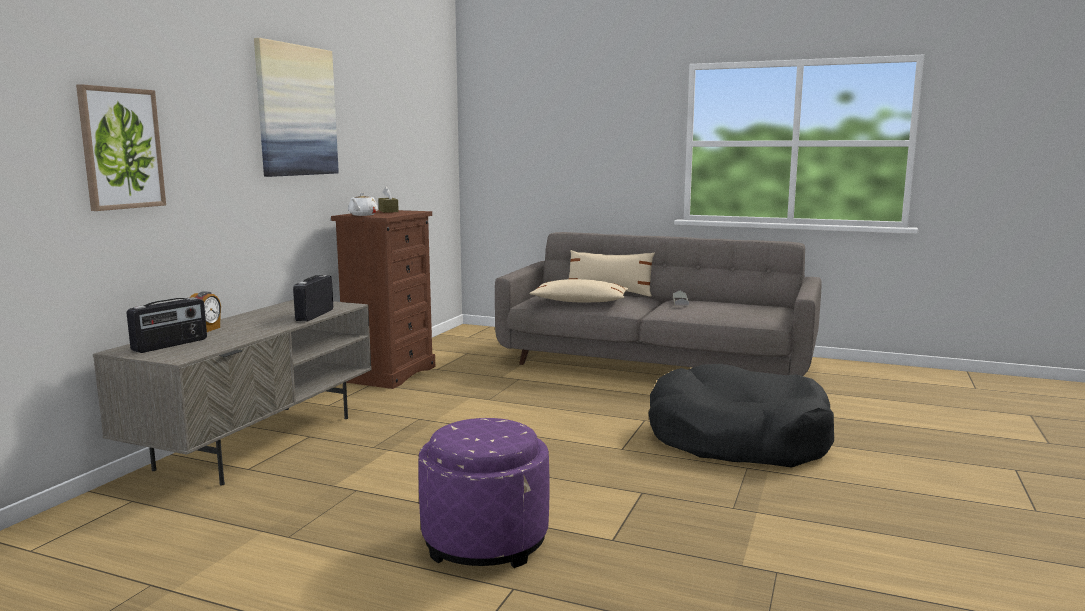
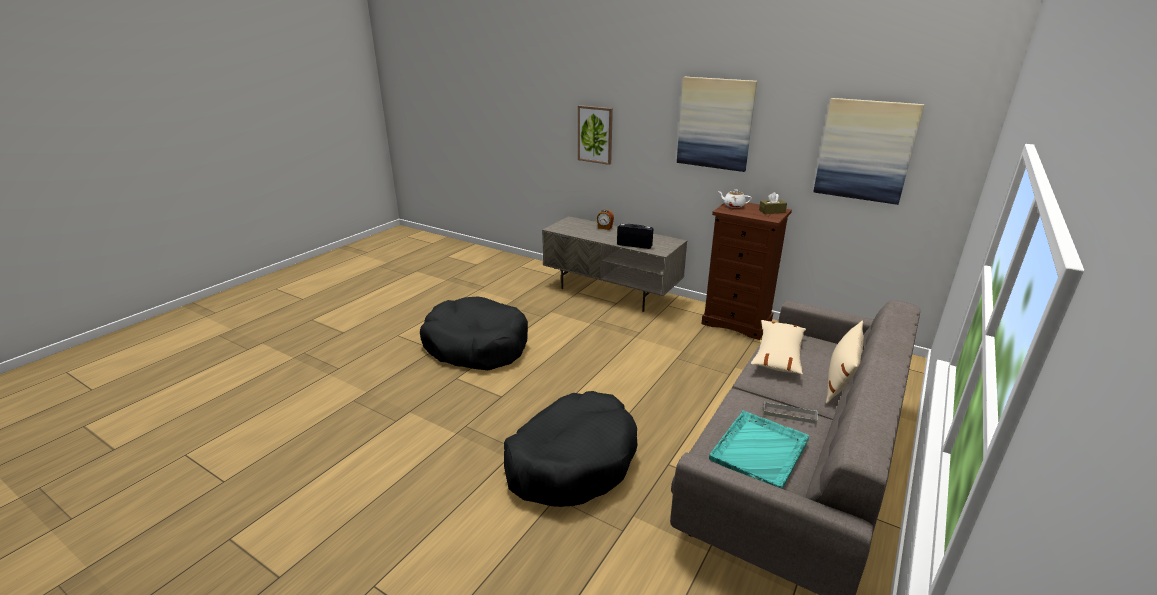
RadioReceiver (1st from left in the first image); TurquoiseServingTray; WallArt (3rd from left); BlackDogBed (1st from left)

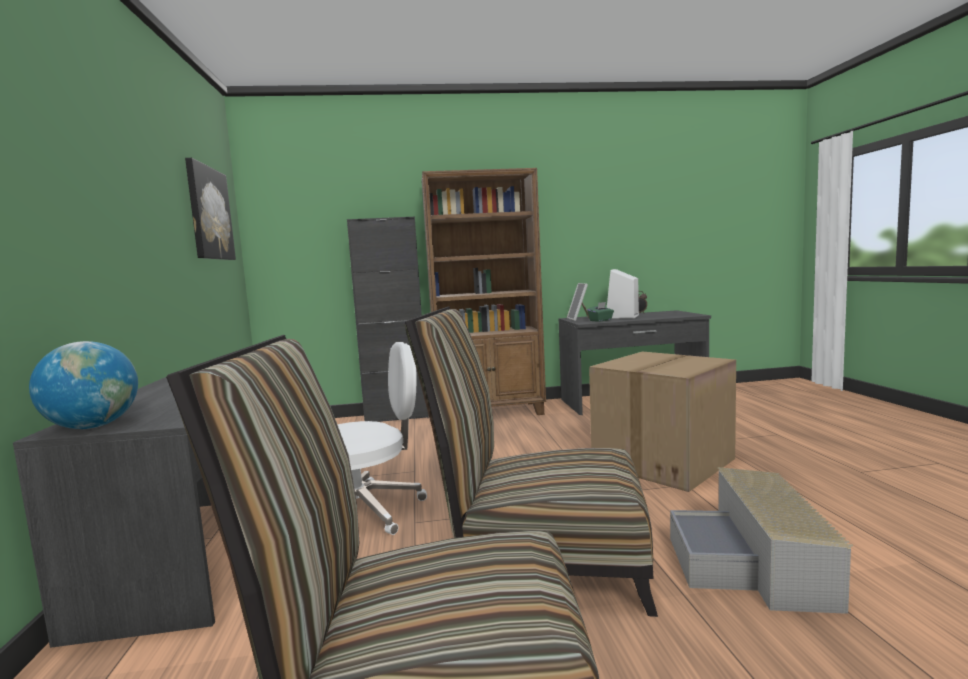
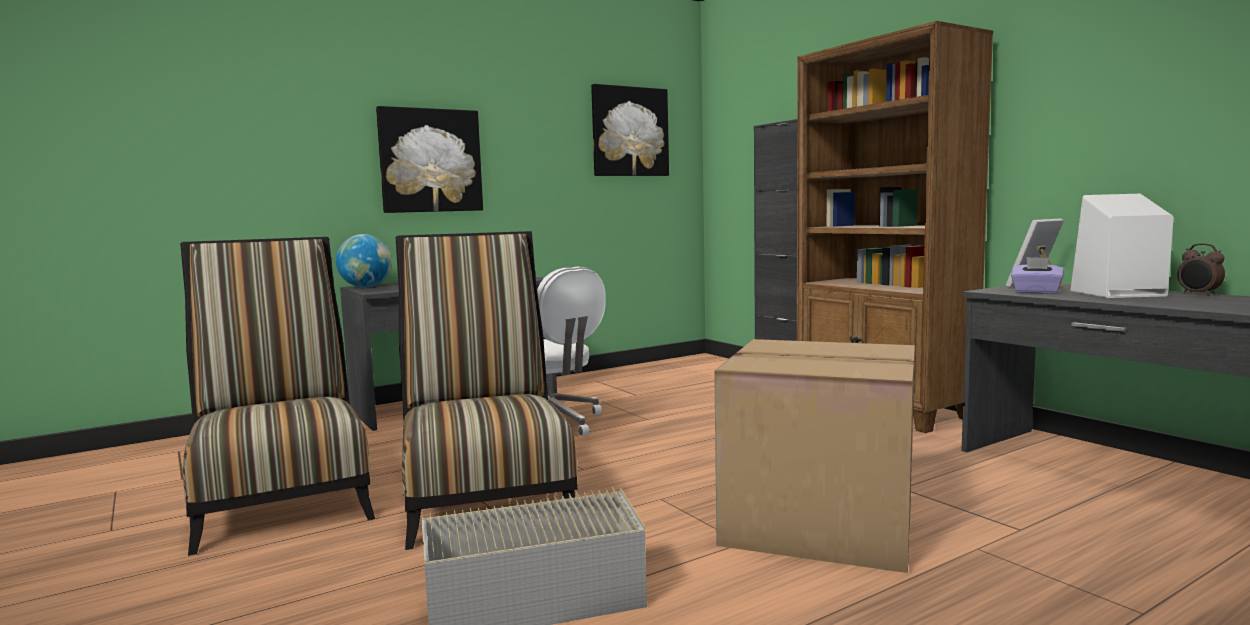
WallArt (1st from left); PurpleColouredTissueHolder

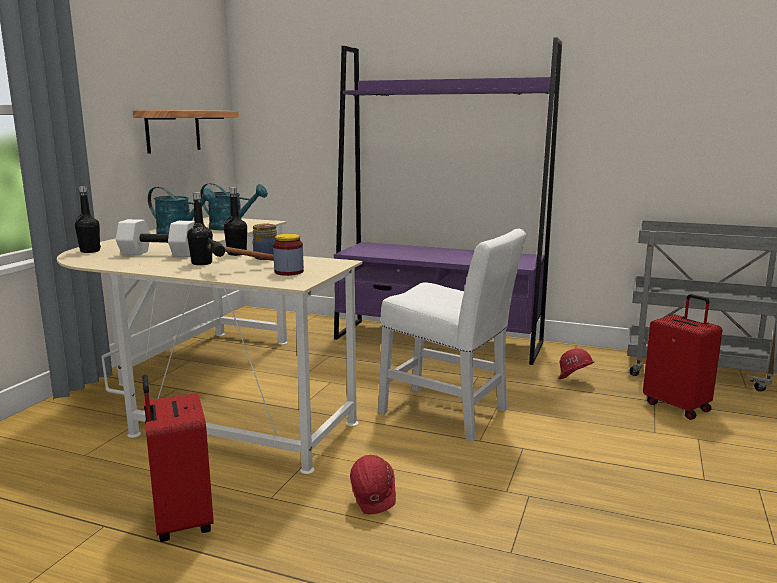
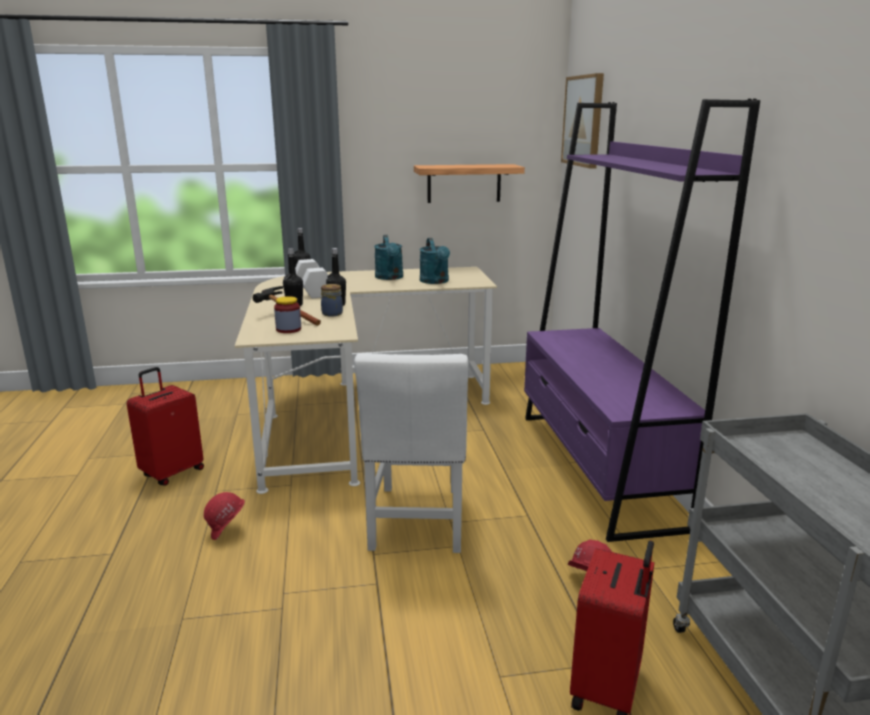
WallArt

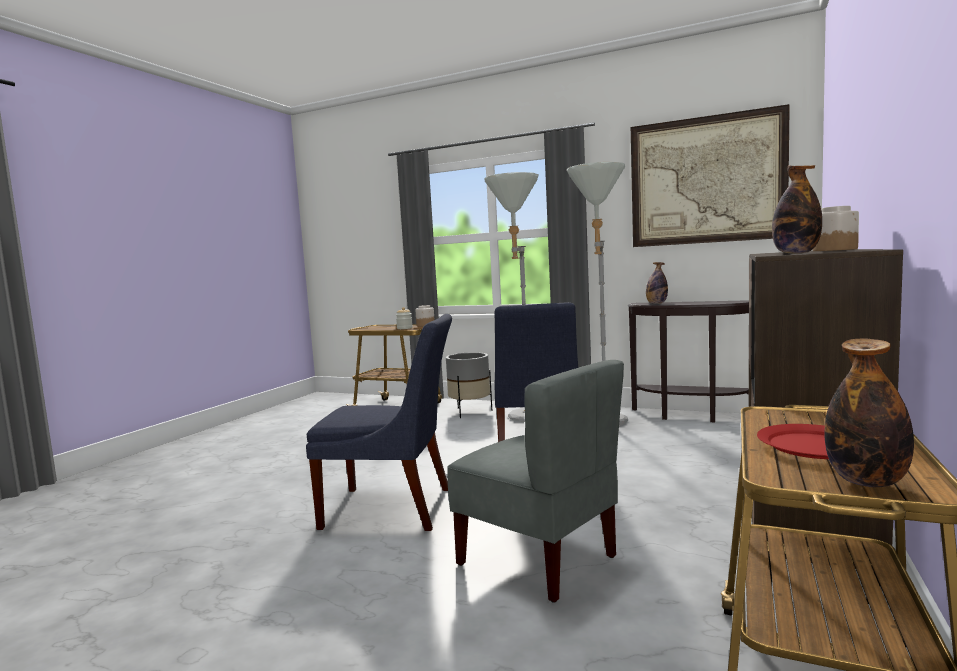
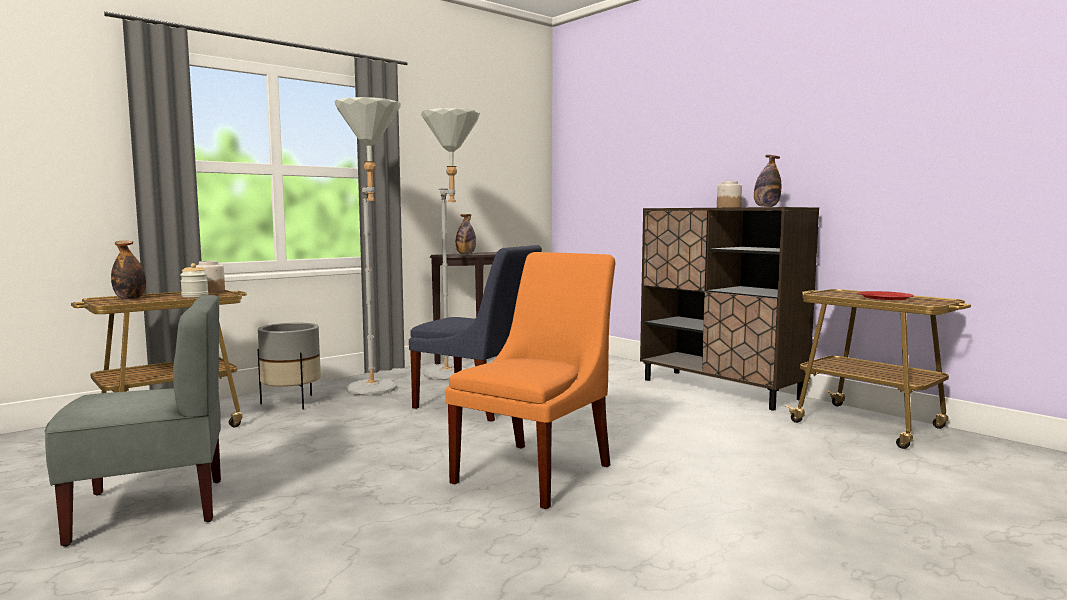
WallArt; GreyishChair; Bottle (1st from left); OrangeChair

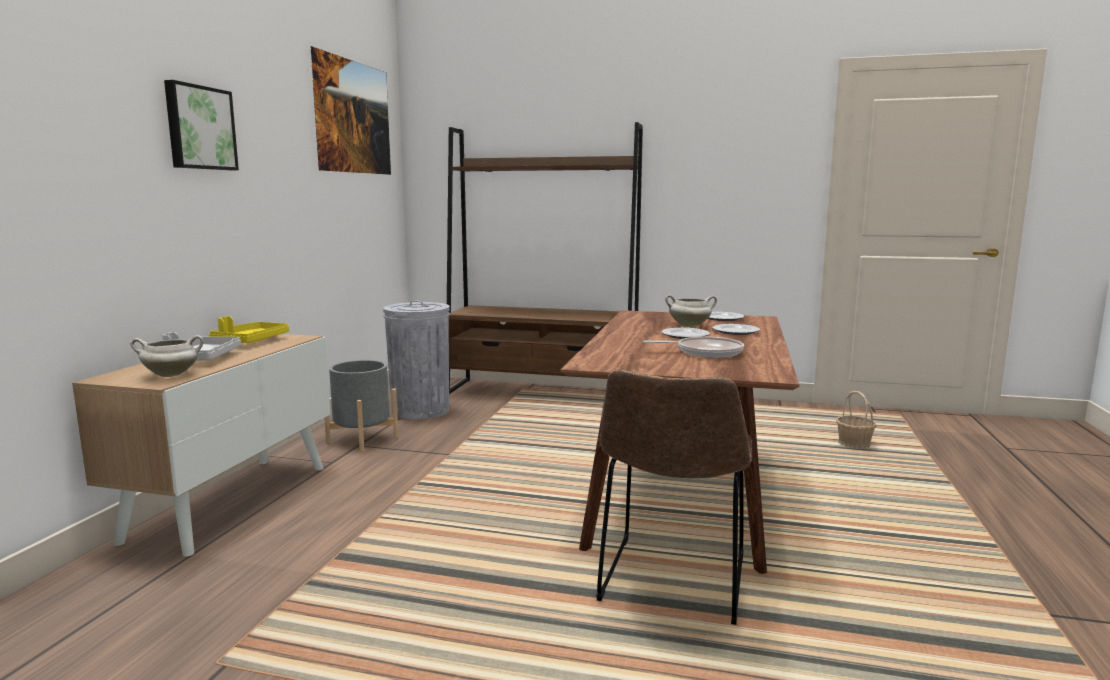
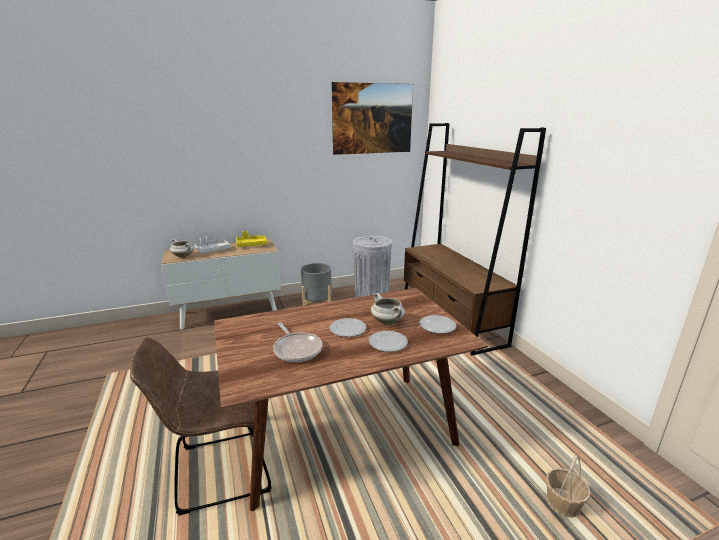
WallArt (1st from left in the first image)

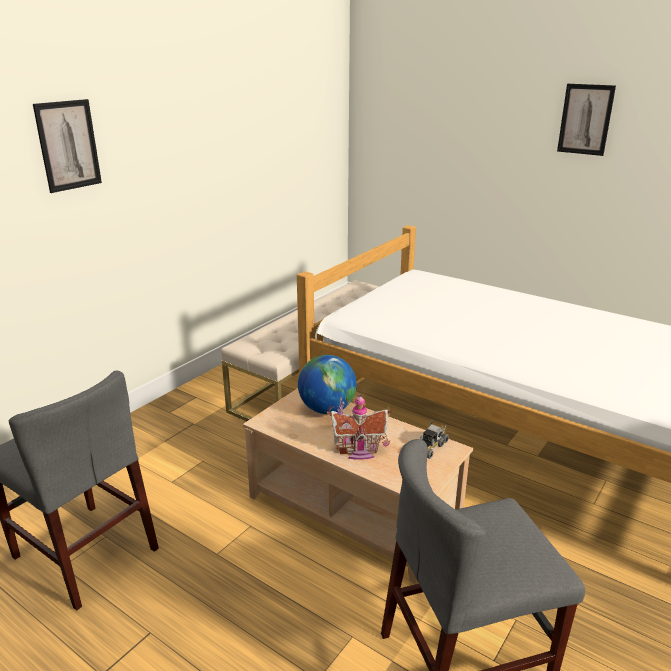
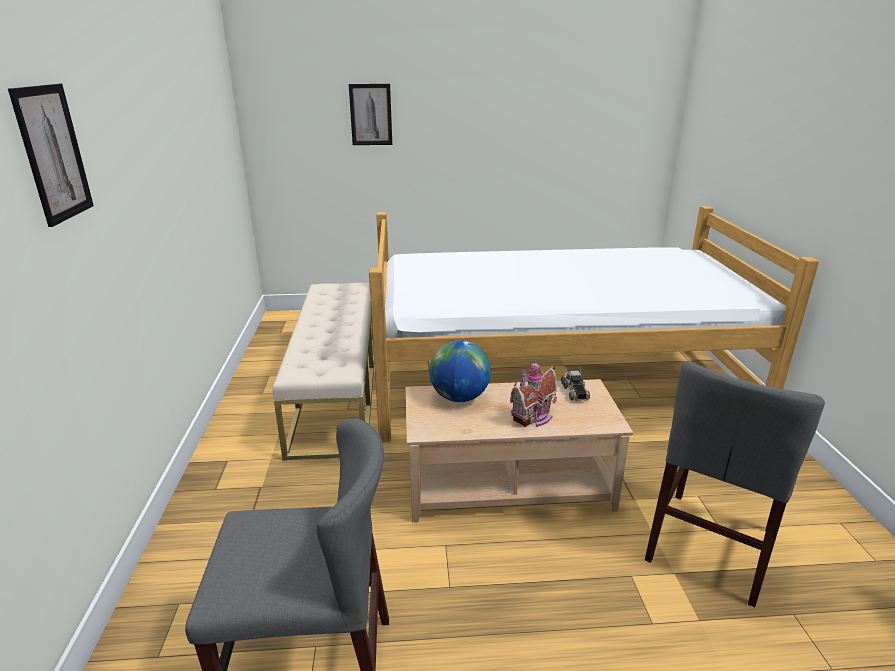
WallArt (2nd from left)

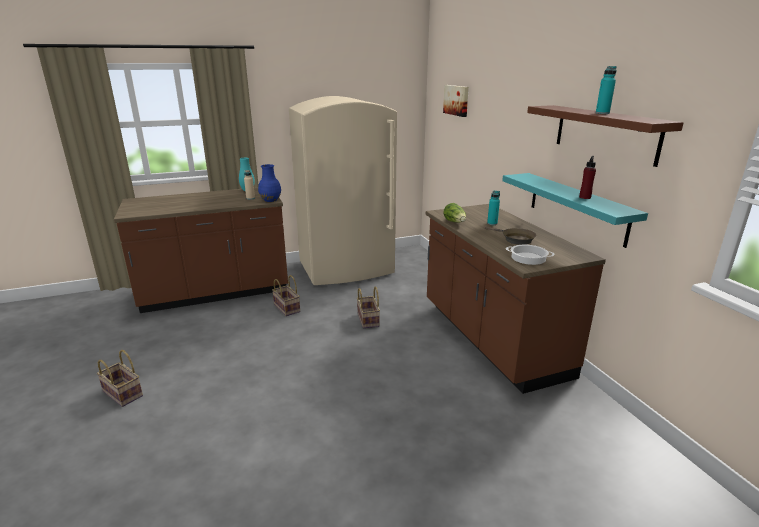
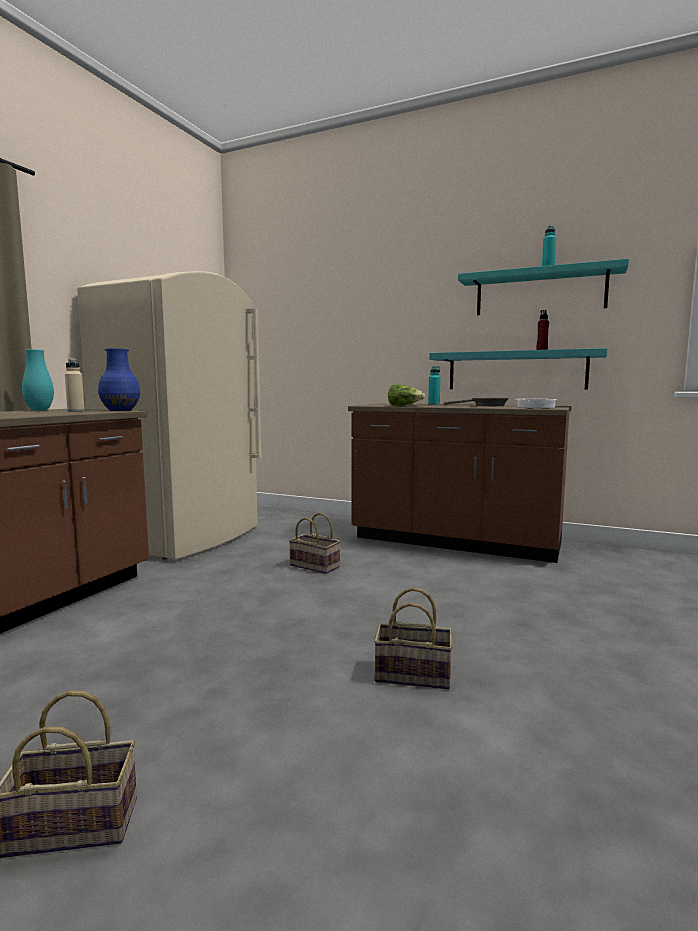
WallArt; HouseholdBasket (3rd from left); TurquoiseBracketShelf (2nd from left)

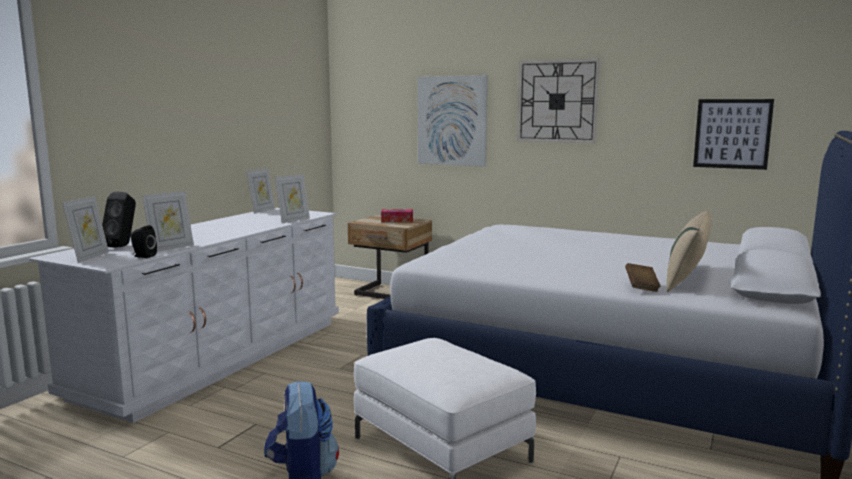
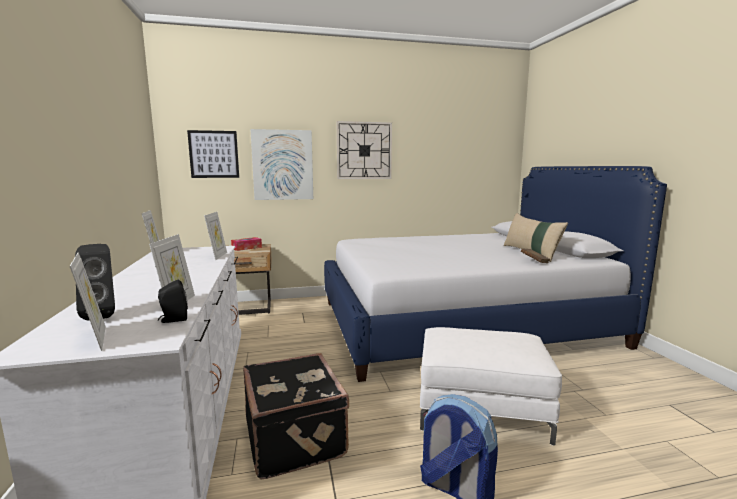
BlackTravelCase; WallArt (1st from left)

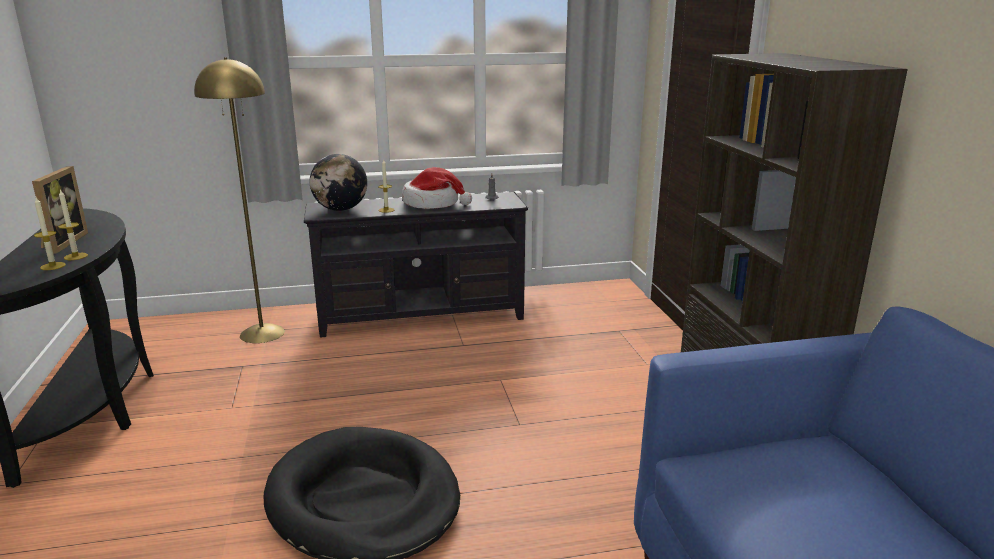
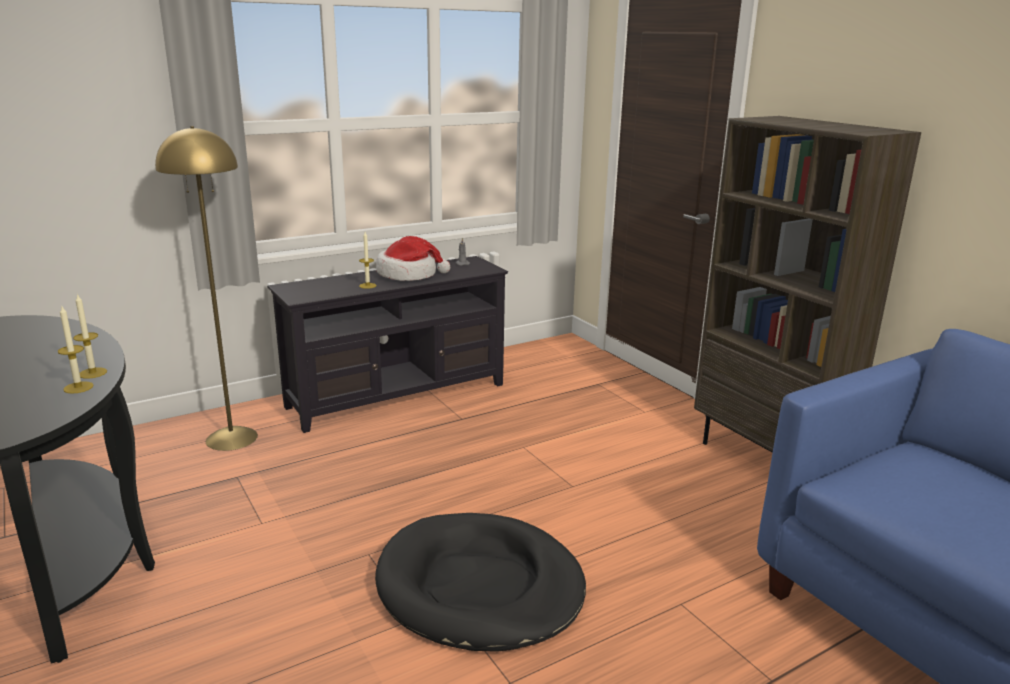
PictureFrame; WorldGlobe

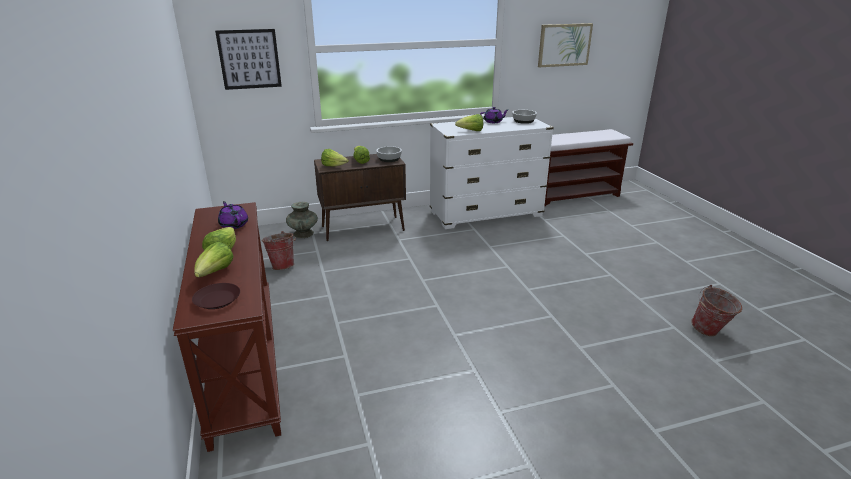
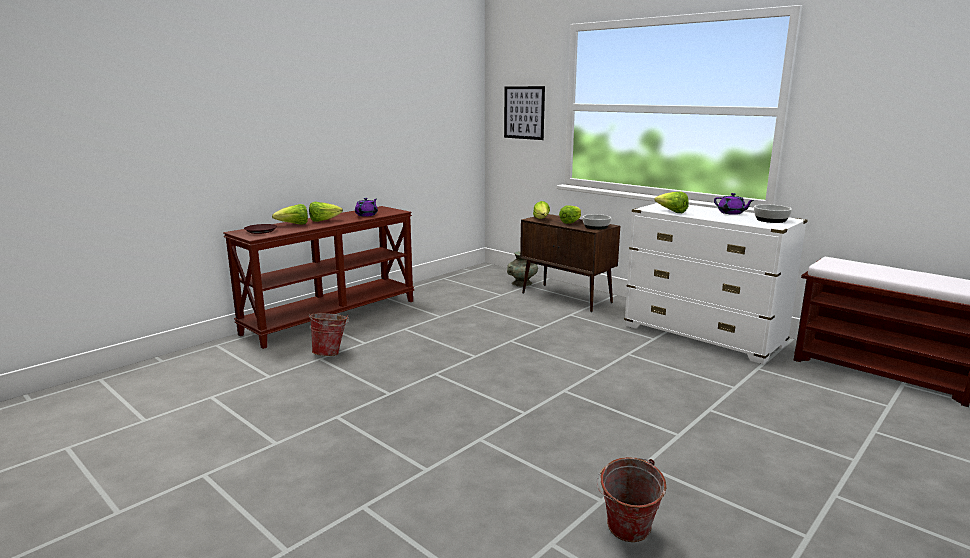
WallArt (2nd from left in the first image); Bucket (1st from left)

